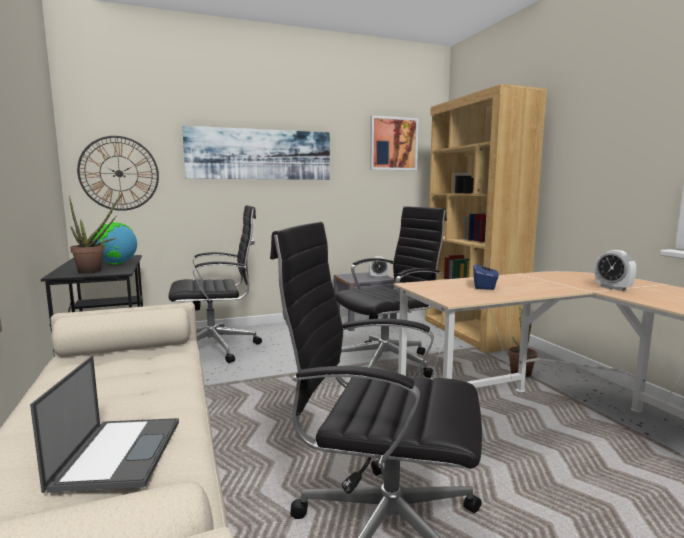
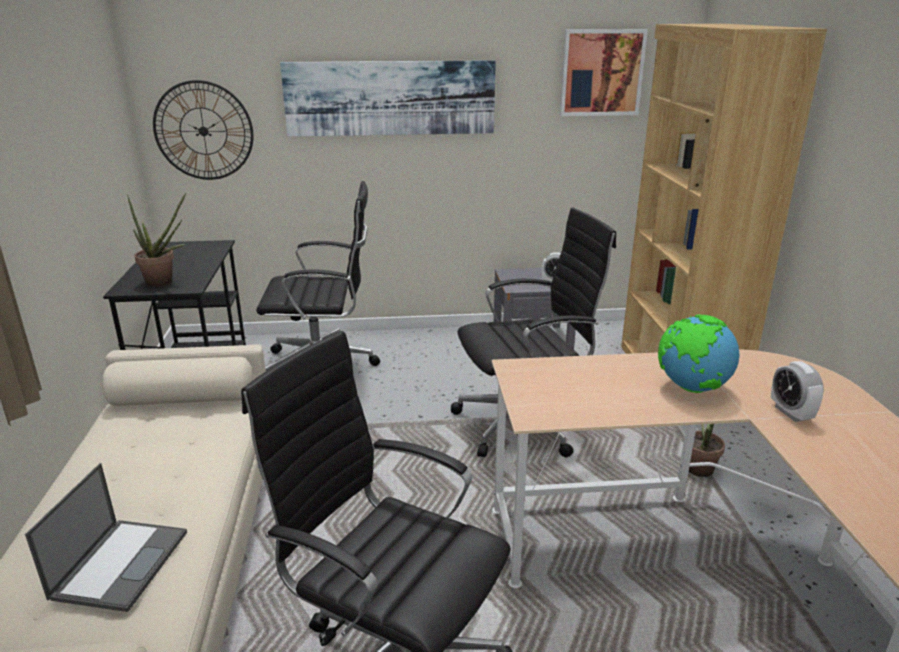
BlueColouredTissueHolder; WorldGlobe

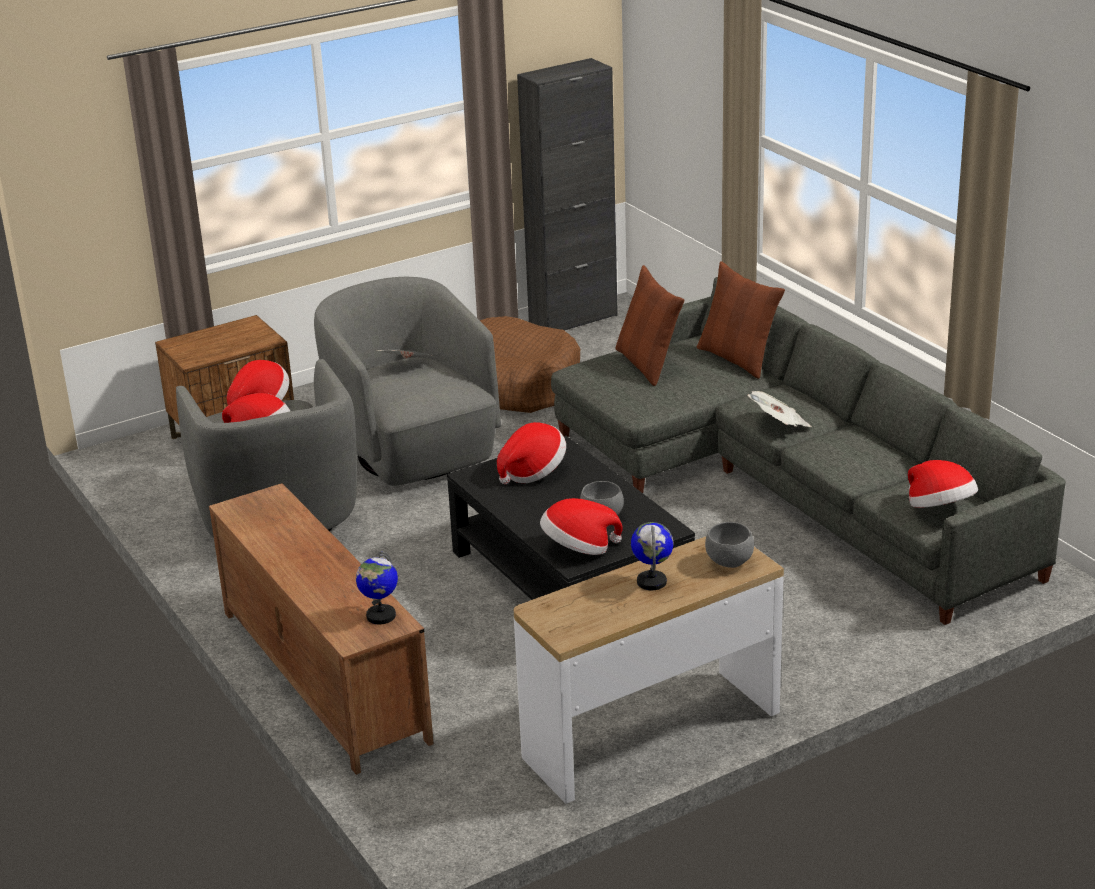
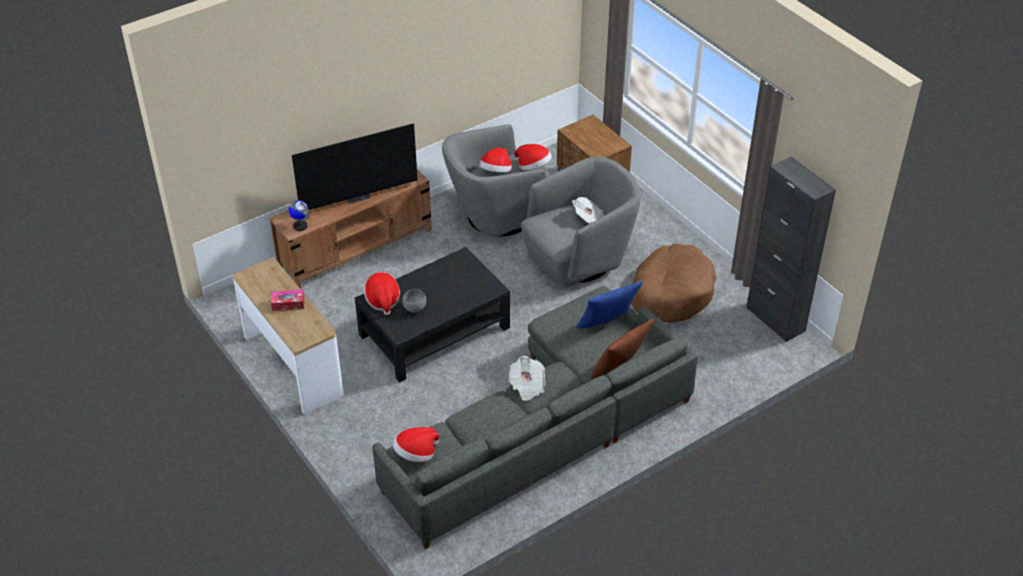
WearableHat (3rd from left in the first image); GreyishServingBowl (2nd from left in the first image); Tv; TissueHolder; BlueColouredThrowPillow

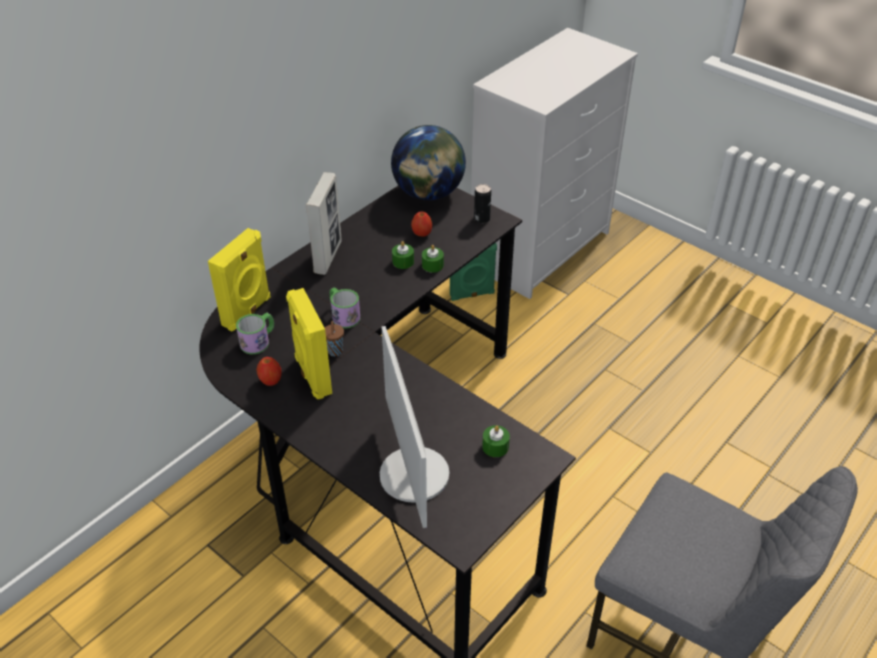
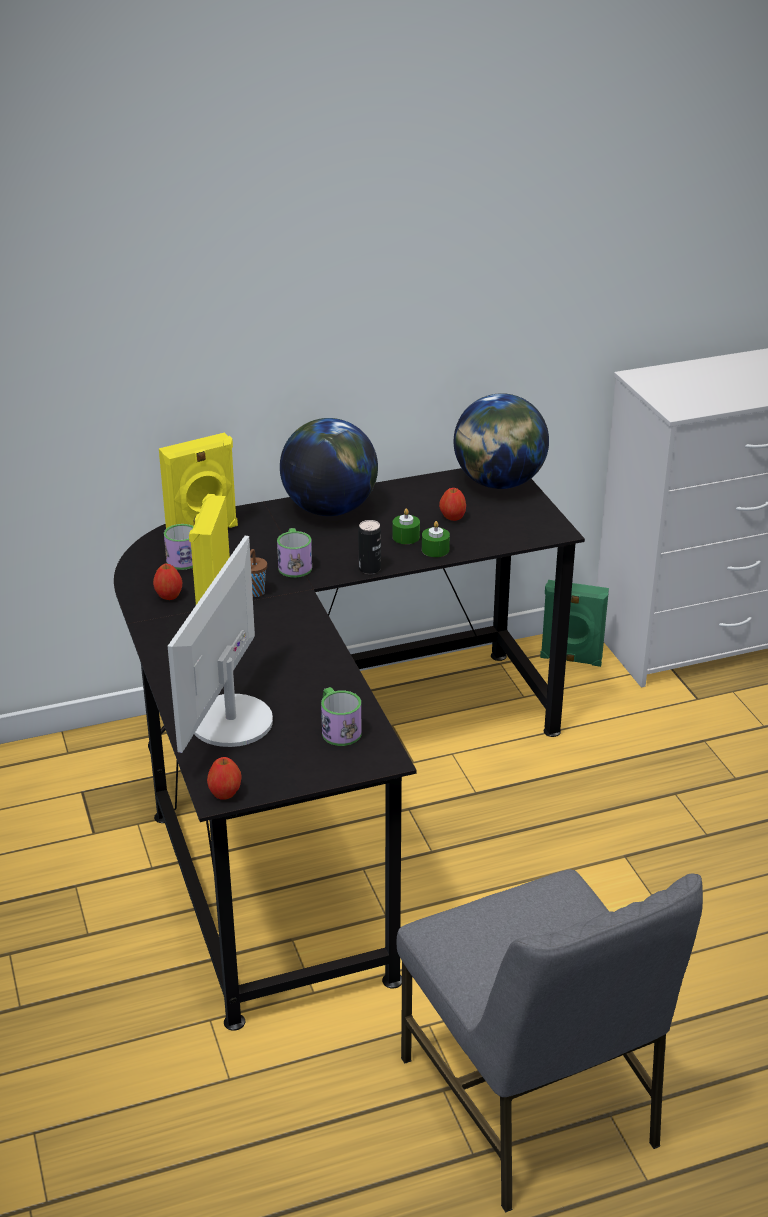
WholeApple (2nd from left); Can; WorldGlobe (1st from left); CoffeeMug (3rd from left)

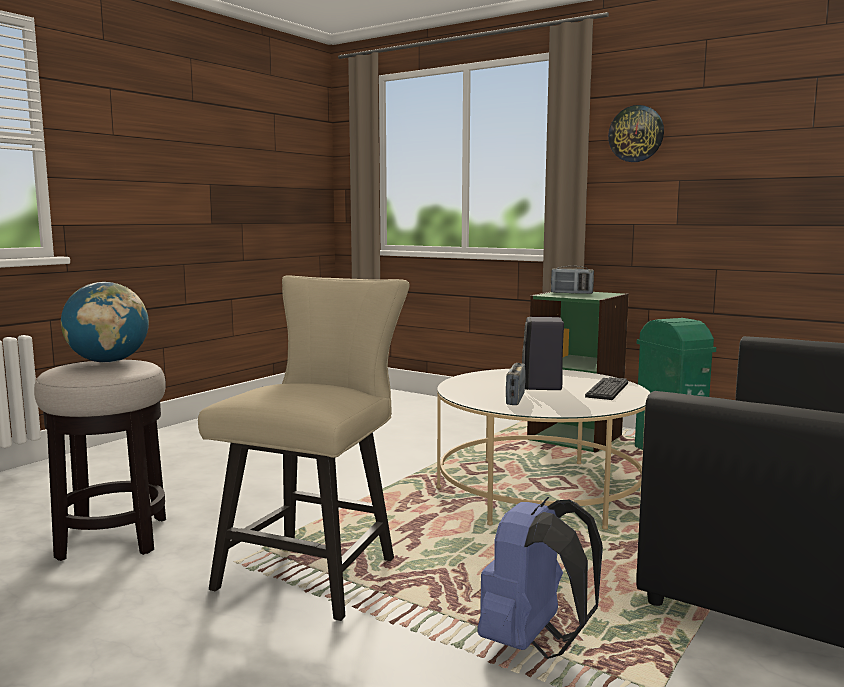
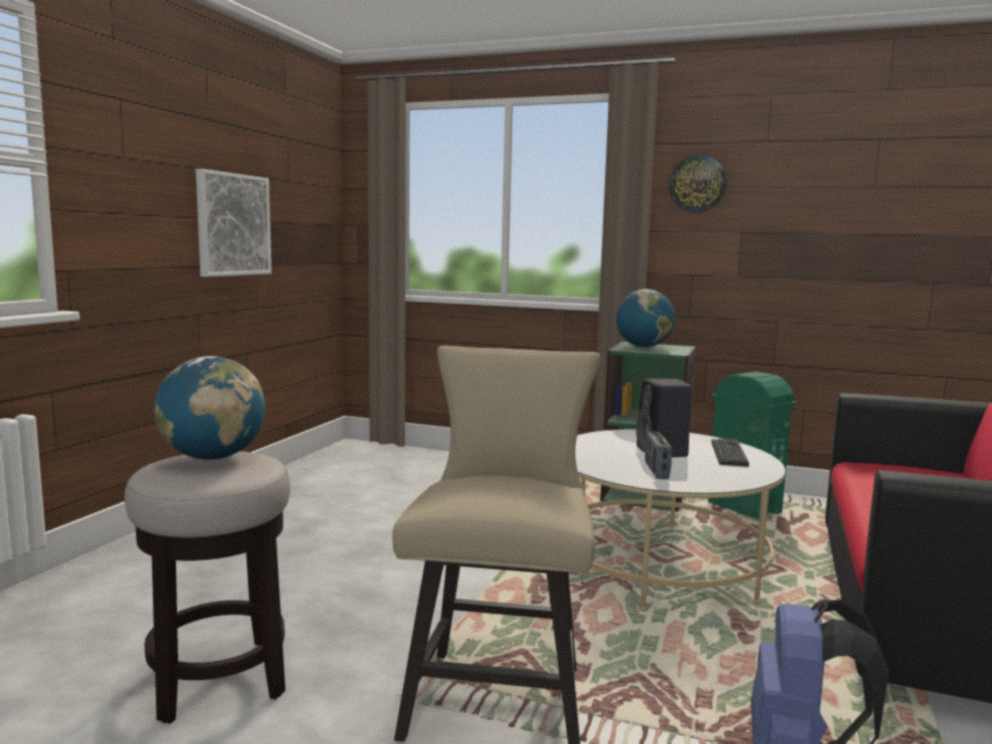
WallArt; WorldGlobe (2nd from left)

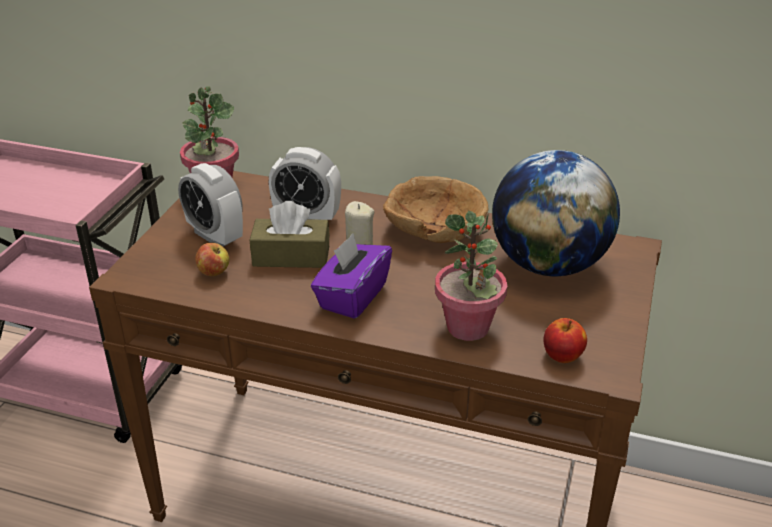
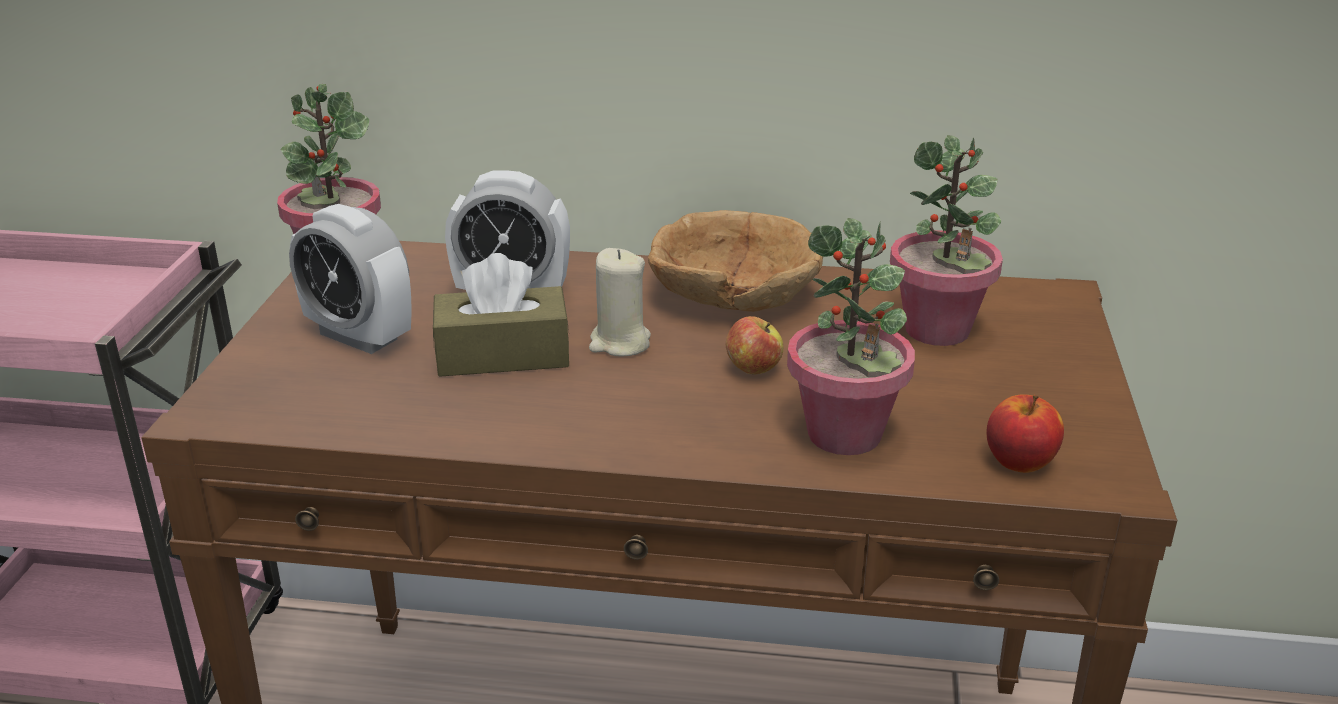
PurpleColouredTissueHolder; WholeApple (1st from left); PlantInAPot (3rd from left)

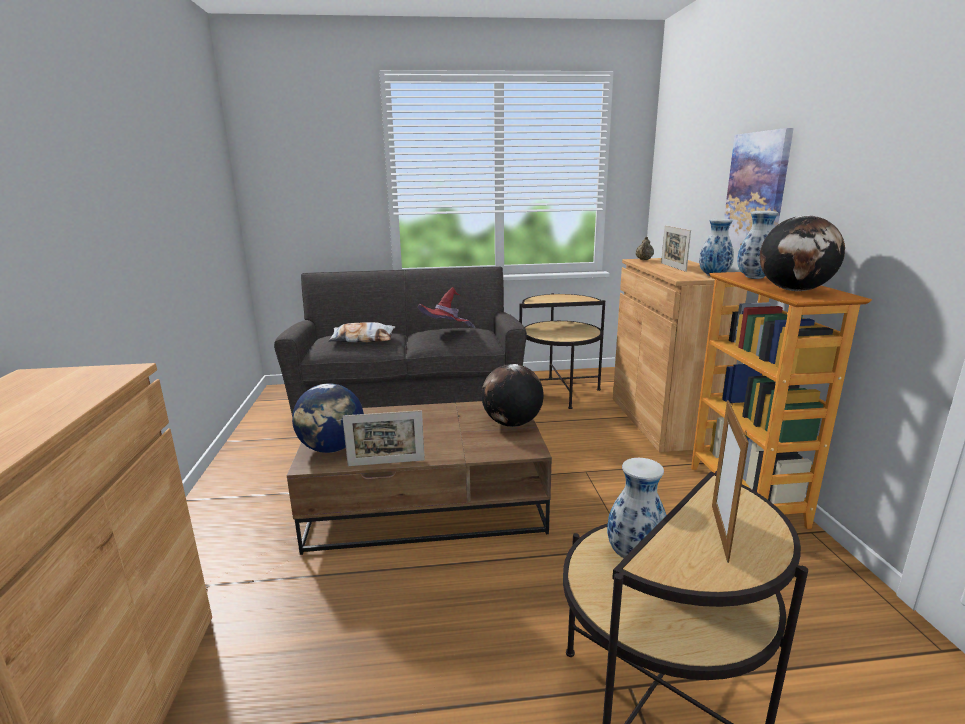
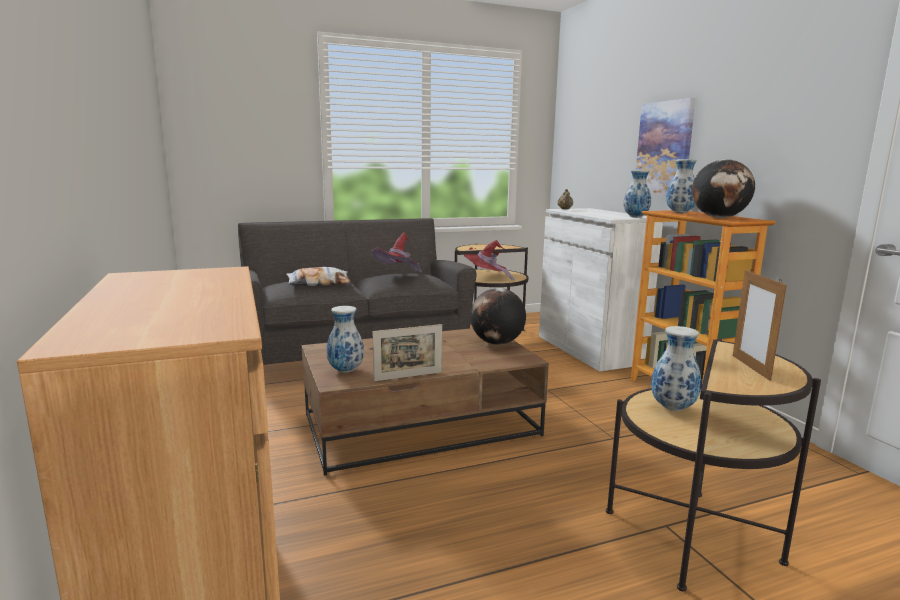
PictureFrame (2nd from left in the first image); RedWearableHat (2nd from left); DecorativeVase (1st from left); WhiteColouredCupboard

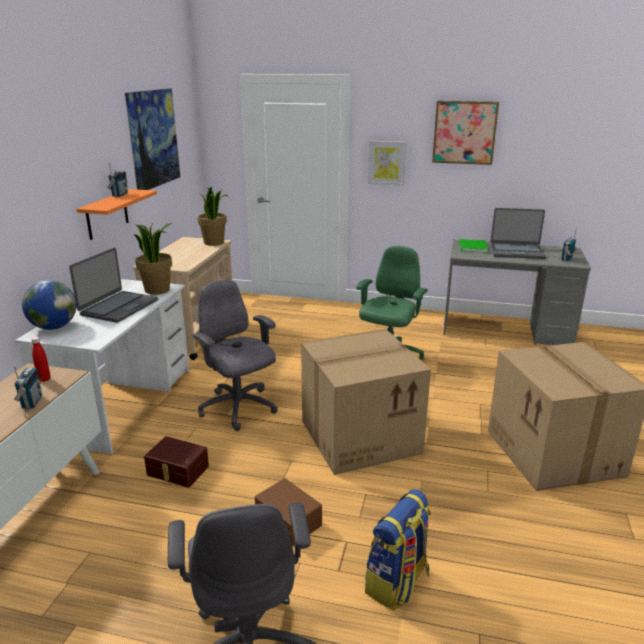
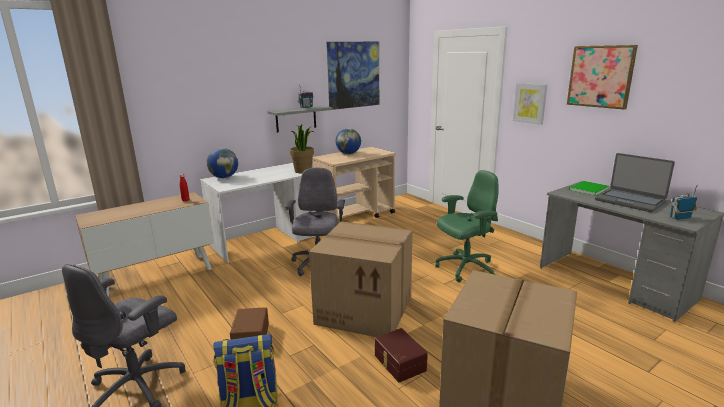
RadioReceiver (1st from left in the first image); NotebookComputer (1st from left in the first image); PlantInAPot (2nd from left in the first image); WorldGlobe (2nd from left); BrownishStorageBox (2nd from left); GreyishBracketShelf

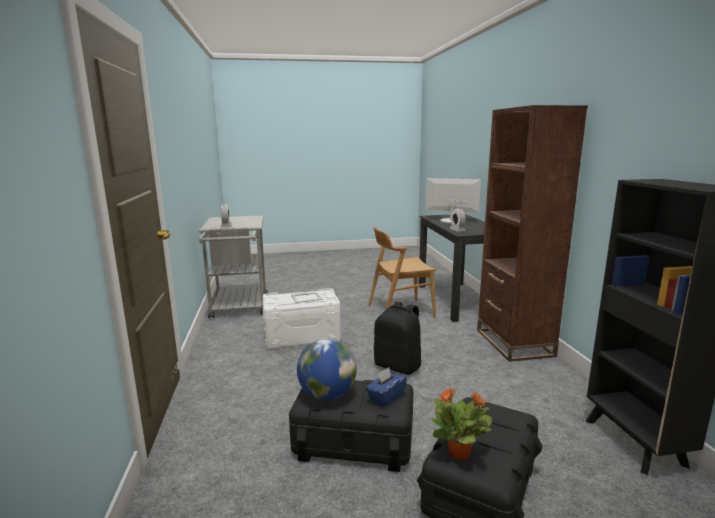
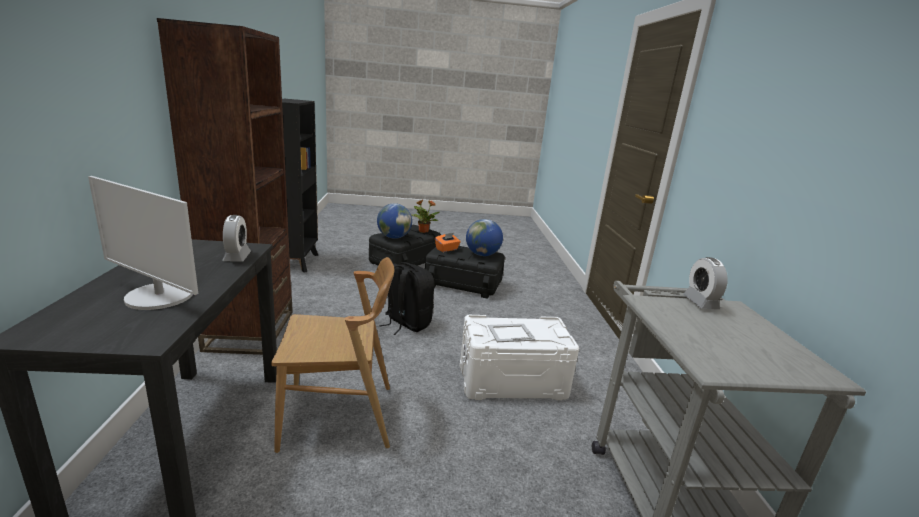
WorldGlobe (1st from left); OrangeTissueHolder

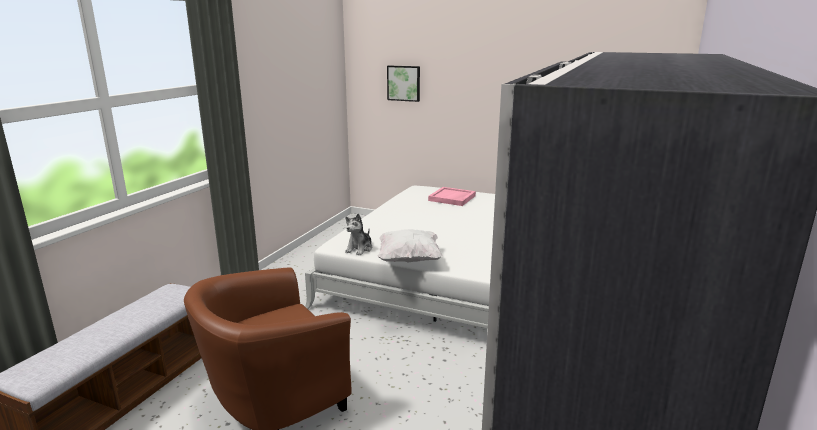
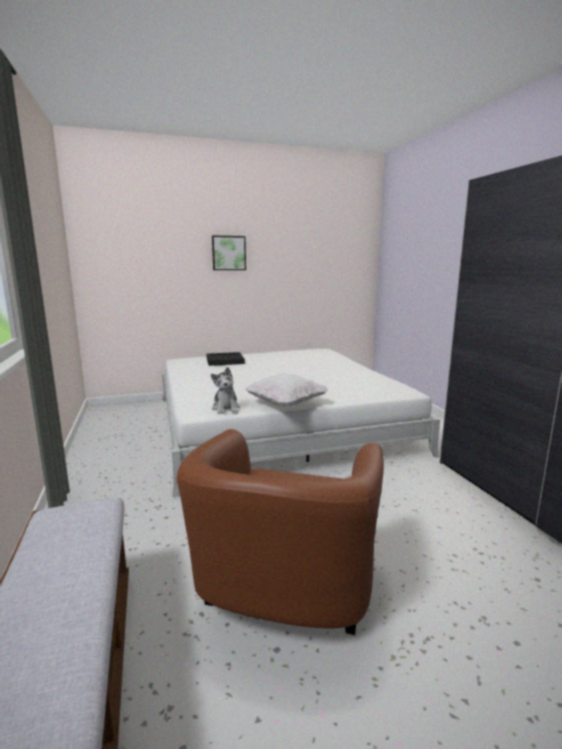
WallArt; BlackServingTray

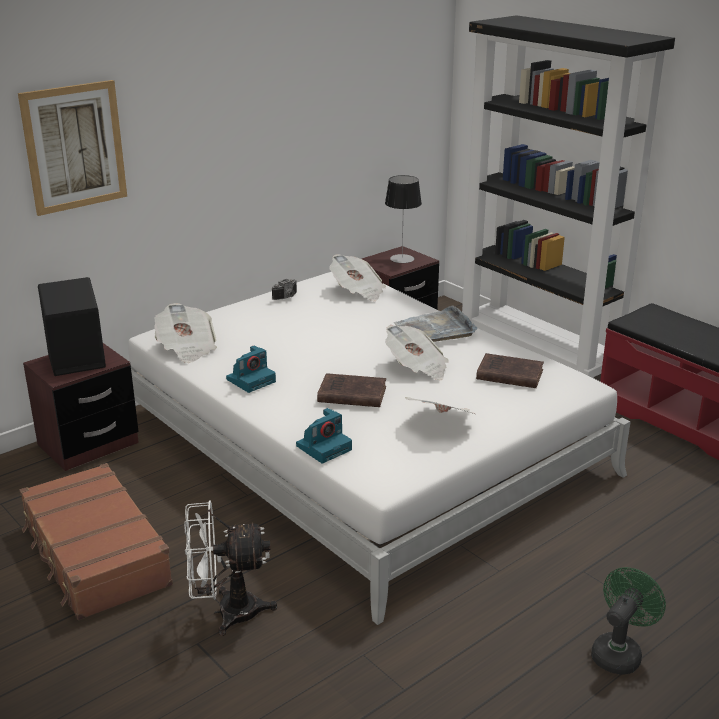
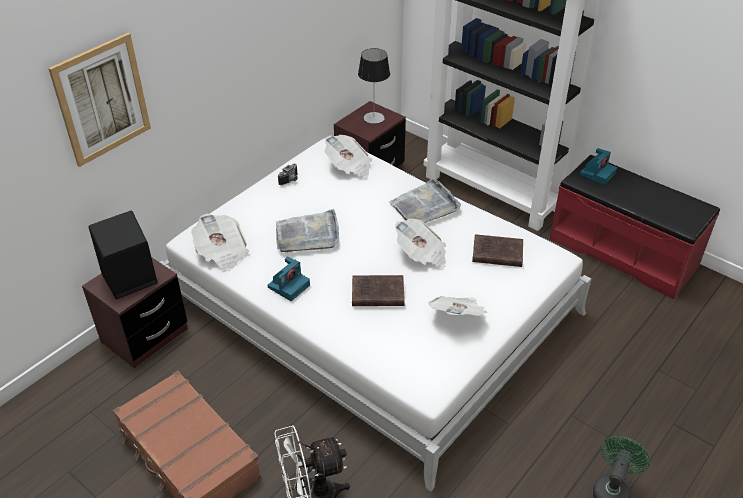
GreyishServingTray (1st from left); StillCamera (3rd from left)

